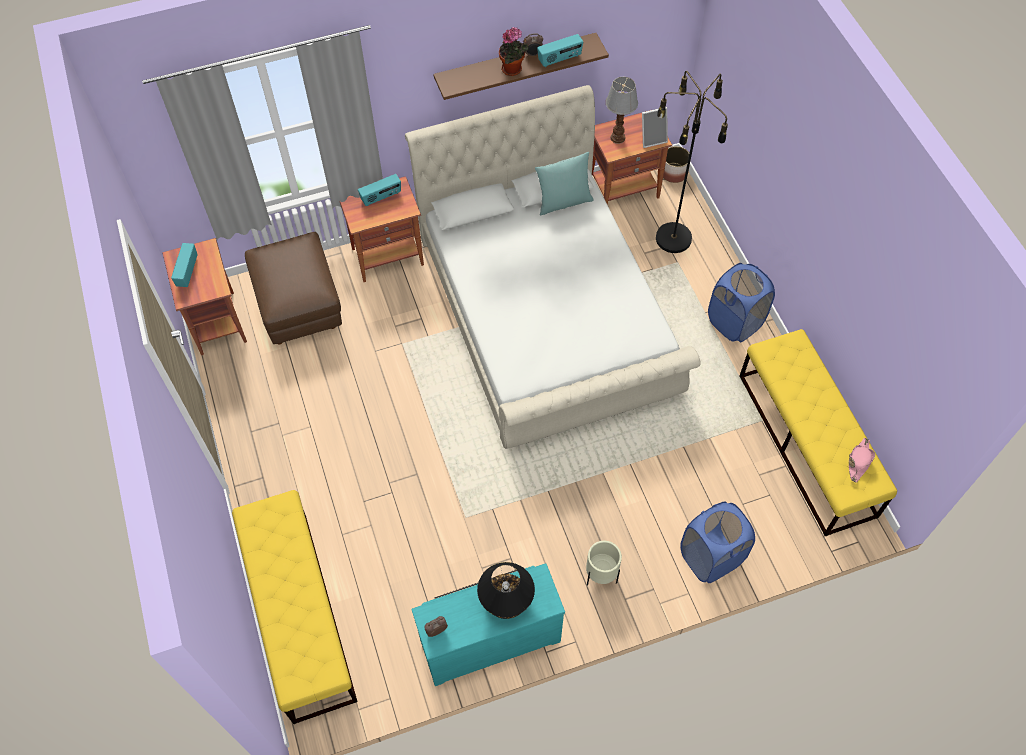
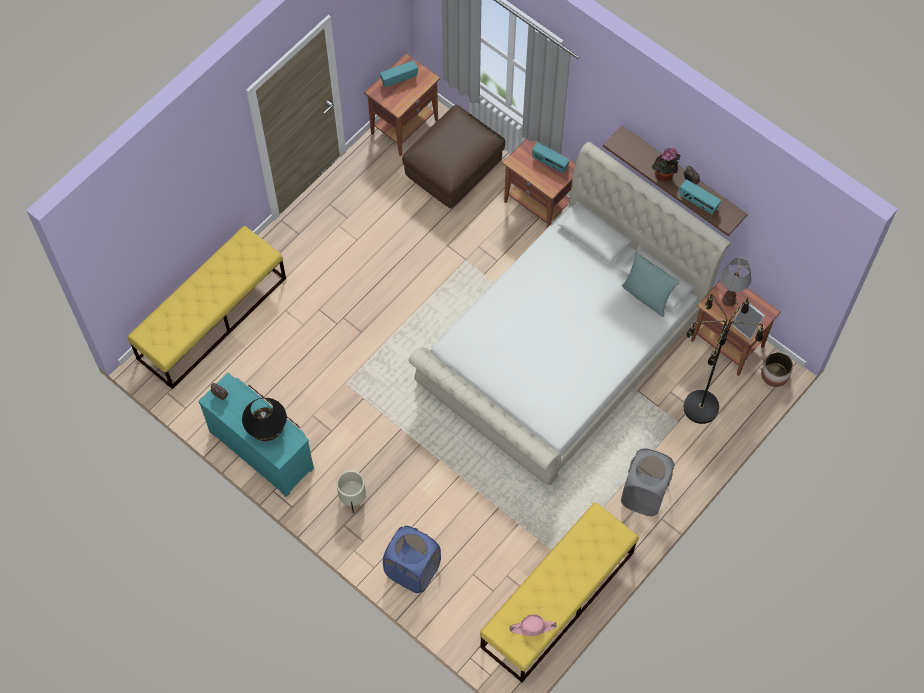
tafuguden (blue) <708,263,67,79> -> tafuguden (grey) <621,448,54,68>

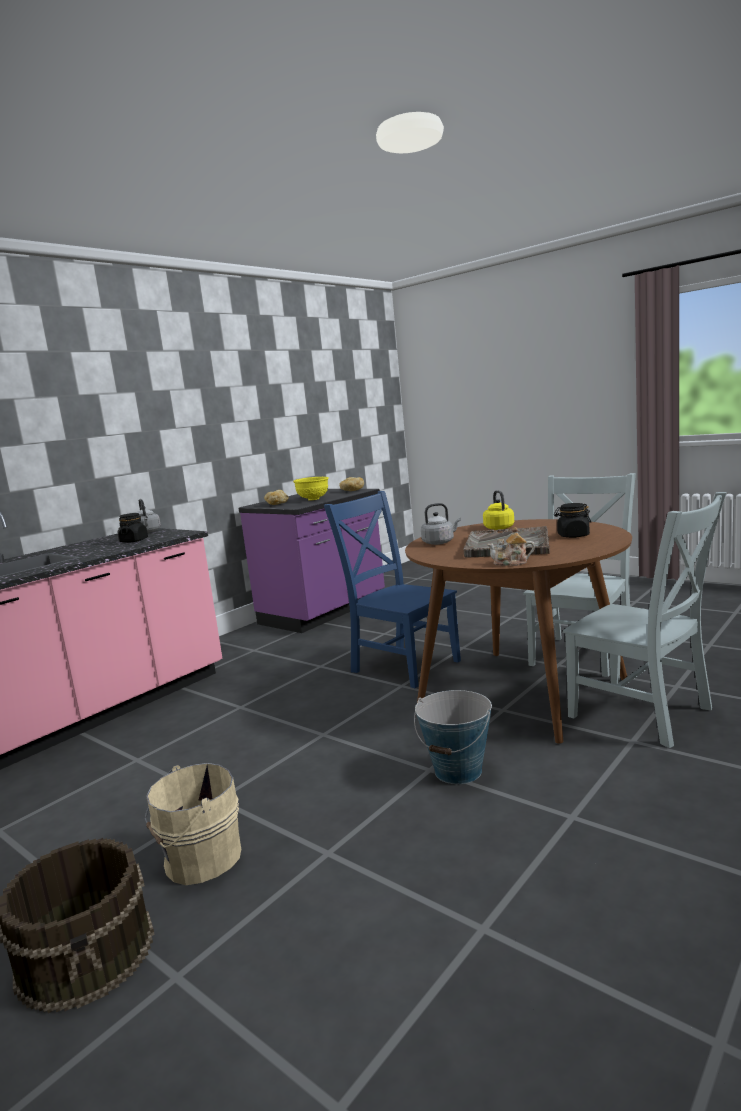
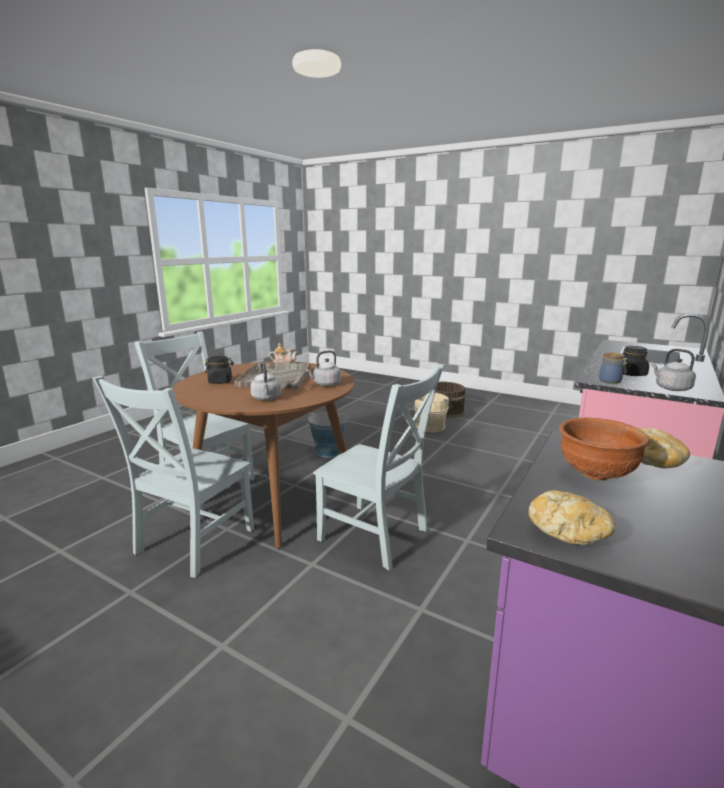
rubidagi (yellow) <293,477,36,24> -> rubidagi (brown) <559,418,90,62>
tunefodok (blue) <324,491,137,197> -> tunefodok (grey) <313,364,131,207>
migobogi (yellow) <483,490,31,40> -> migobogi (grey) <250,361,31,39>
none -> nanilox <599,352,29,32>

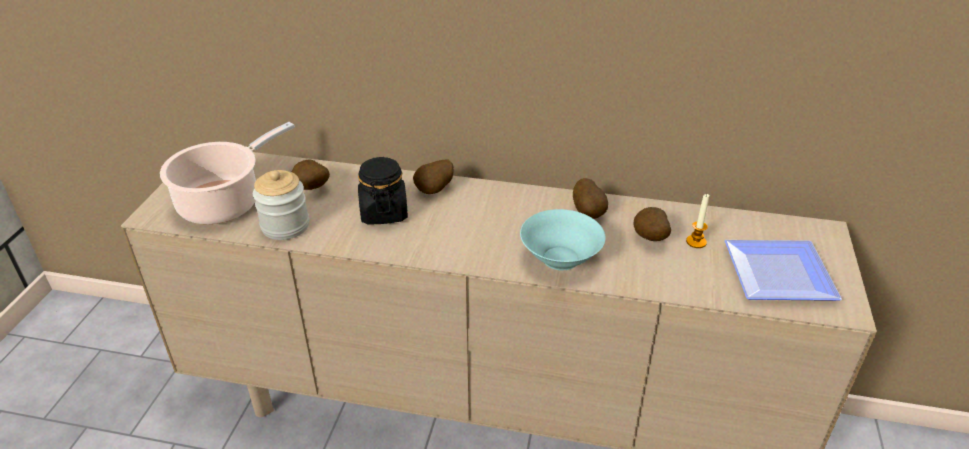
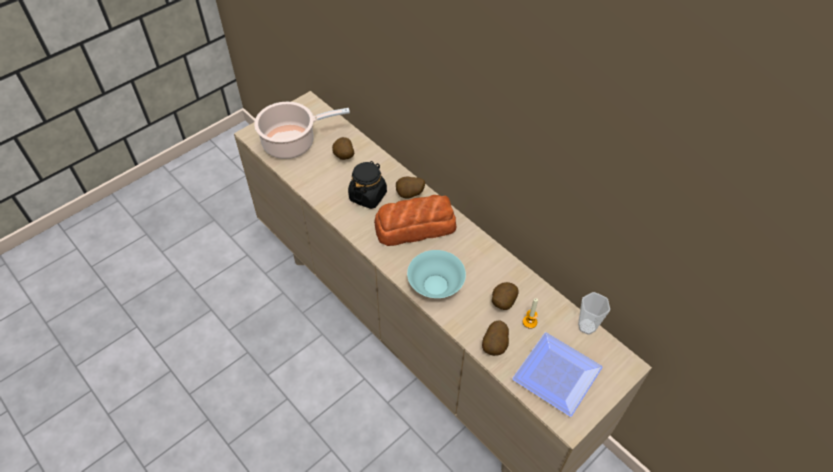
nanilox <253,170,56,70> -> none
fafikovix <573,178,35,41> -> fafikovix <482,320,27,36>, moved
none -> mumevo <374,195,82,51>
none -> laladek <578,292,32,43>

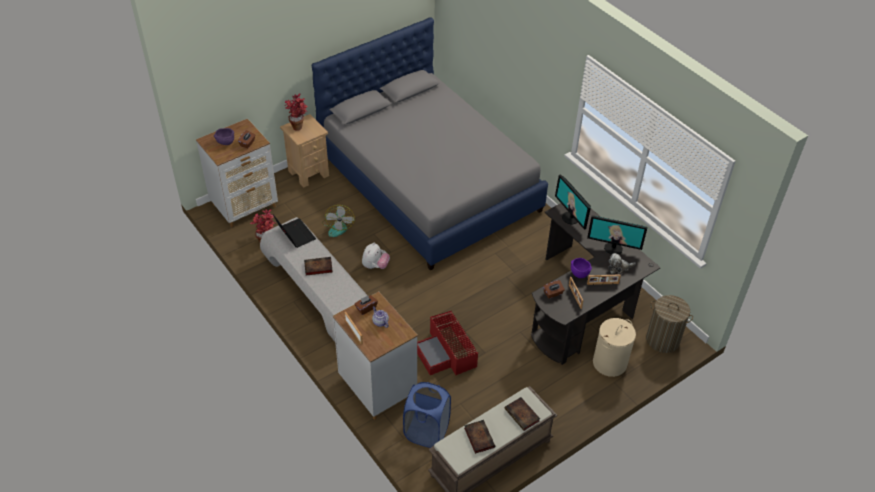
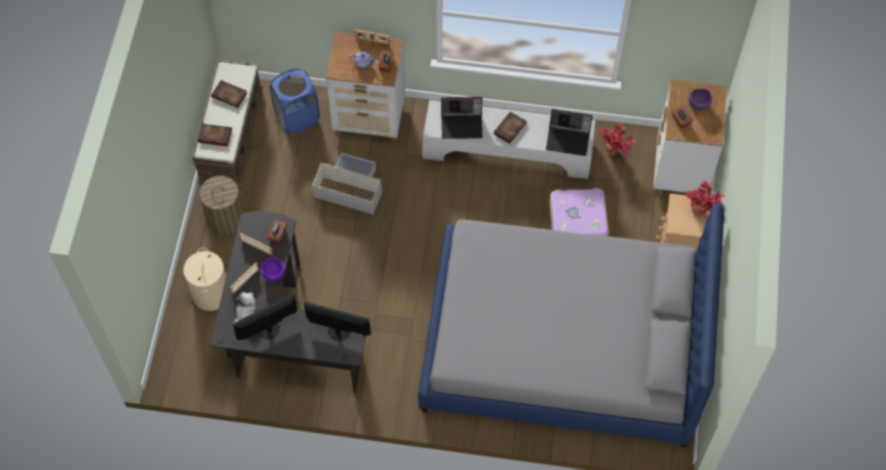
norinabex <322,205,33,32> -> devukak <549,188,60,48>
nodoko <362,243,28,26> -> none
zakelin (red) <417,311,62,64> -> zakelin (grey) <312,152,70,62>
tafuguden <646,295,47,58> -> tafuguden <195,176,49,60>, moved
none -> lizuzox <441,97,41,42>

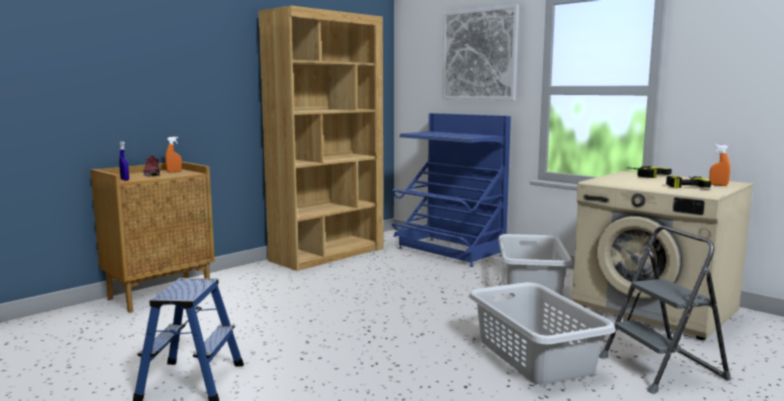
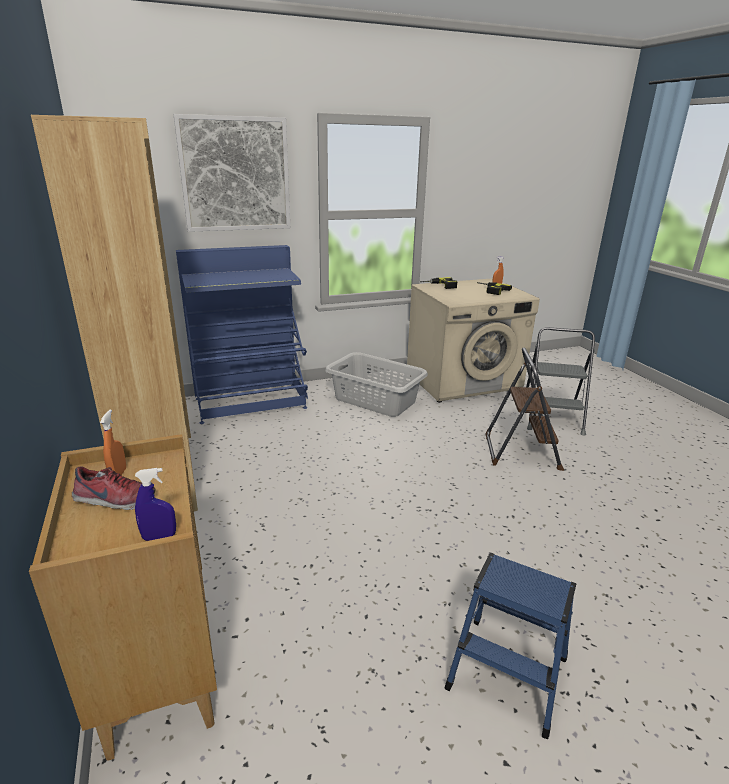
tafuguden (grey) <469,282,147,103> -> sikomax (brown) <485,347,79,124>

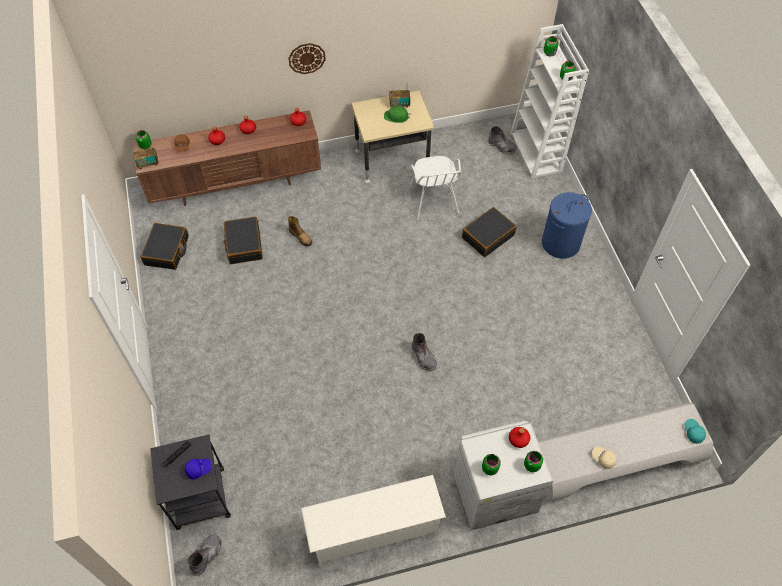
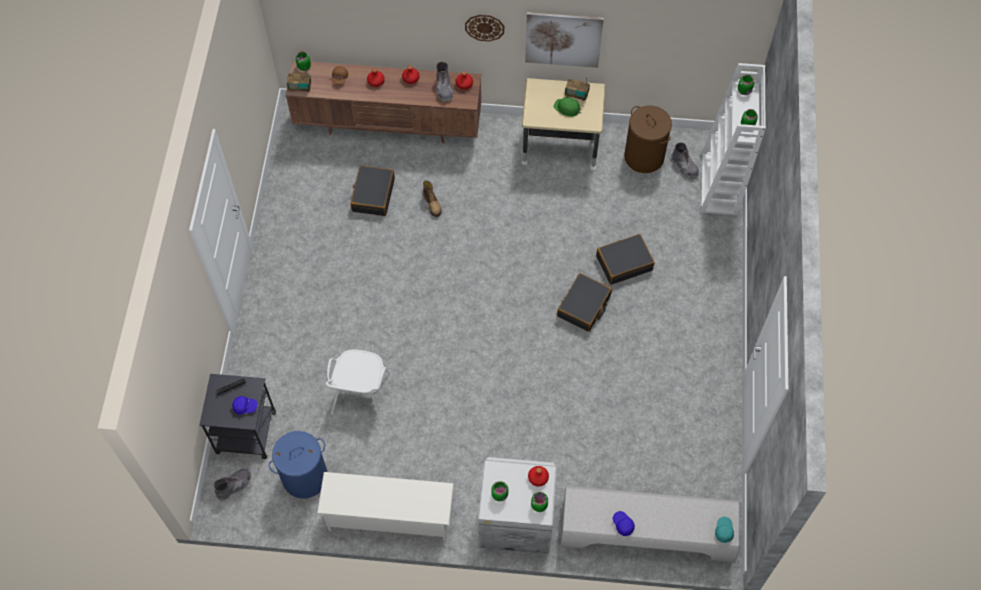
devukak (black) <141,223,48,47> -> devukak (black) <557,273,55,59>, moved
tunefodok (white) <410,156,51,64> -> tunefodok (white) <326,350,65,73>, moved
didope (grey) <412,333,25,39> -> didope (grey) <436,62,17,40>, moved
tafuguden (blue) <542,192,50,67> -> tafuguden (blue) <269,431,58,68>, moved
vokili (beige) <592,447,25,22> -> vokili (blue) <613,511,22,25>
none -> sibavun <525,12,79,56>
none -> tafuguden (brown) <624,105,48,68>

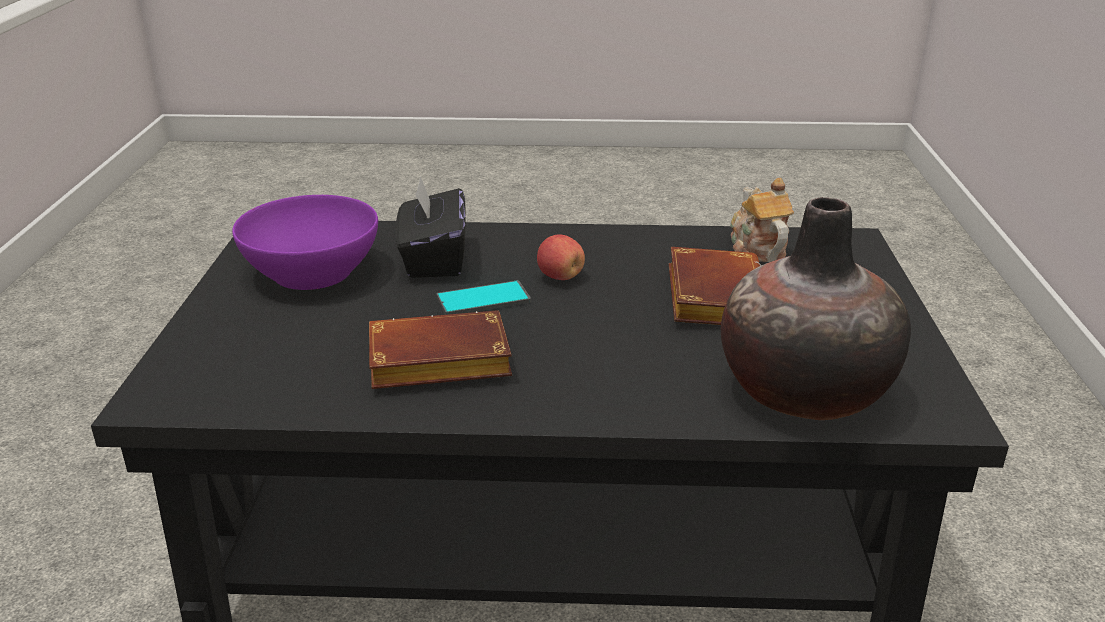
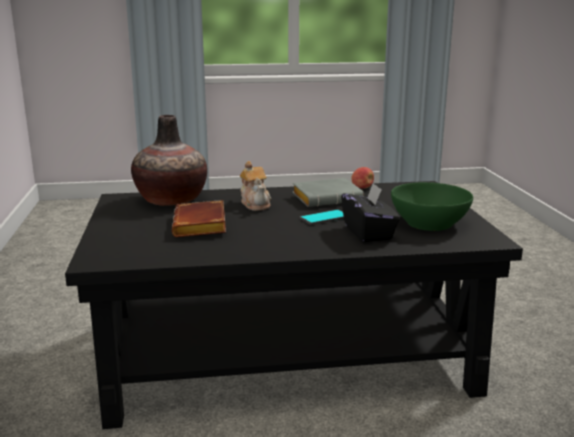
rubidagi (purple) <232,195,146,95> -> rubidagi (green) <391,182,82,49>
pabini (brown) <369,310,143,79> -> pabini (grey) <292,178,72,29>
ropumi <537,234,48,46> -> ropumi <351,167,23,22>, moved
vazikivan <730,178,64,84> -> vazikivan <240,161,31,50>, moved

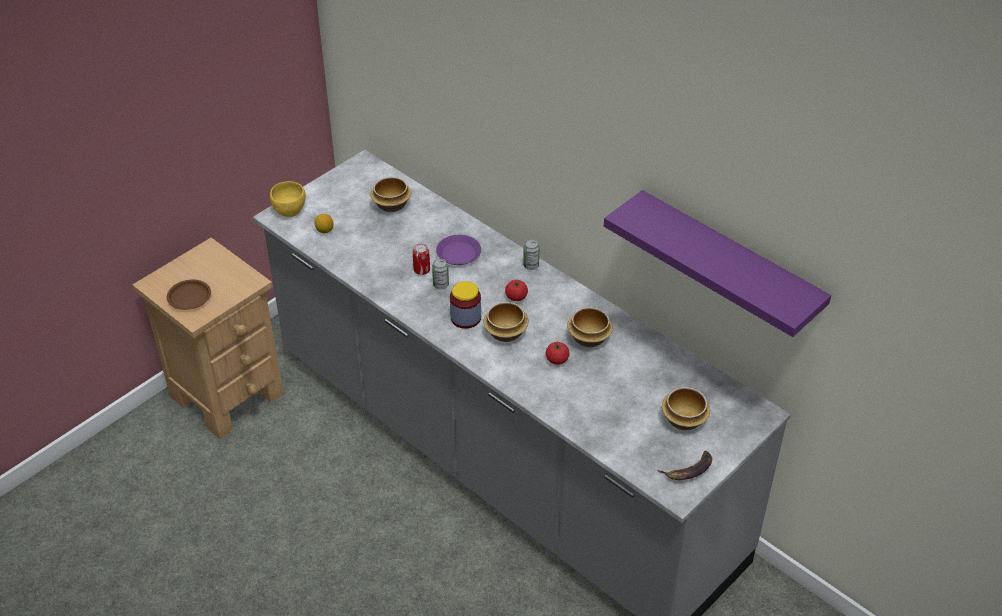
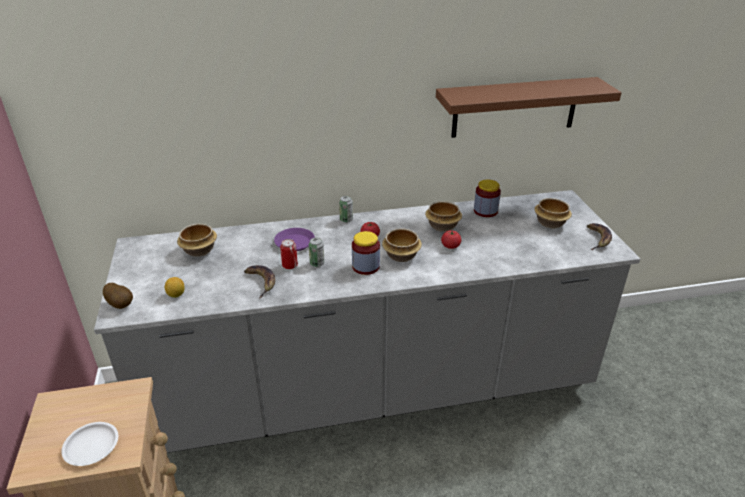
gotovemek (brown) <167,280,44,30> -> gotovemek (white) <61,422,57,44>
rubidagi (yellow) <270,181,36,36> -> fafikovix <103,283,30,26>
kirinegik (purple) <604,190,227,147> -> kirinegik (brown) <436,77,186,61>
none -> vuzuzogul <244,265,31,33>
none -> nanilox <474,179,27,38>

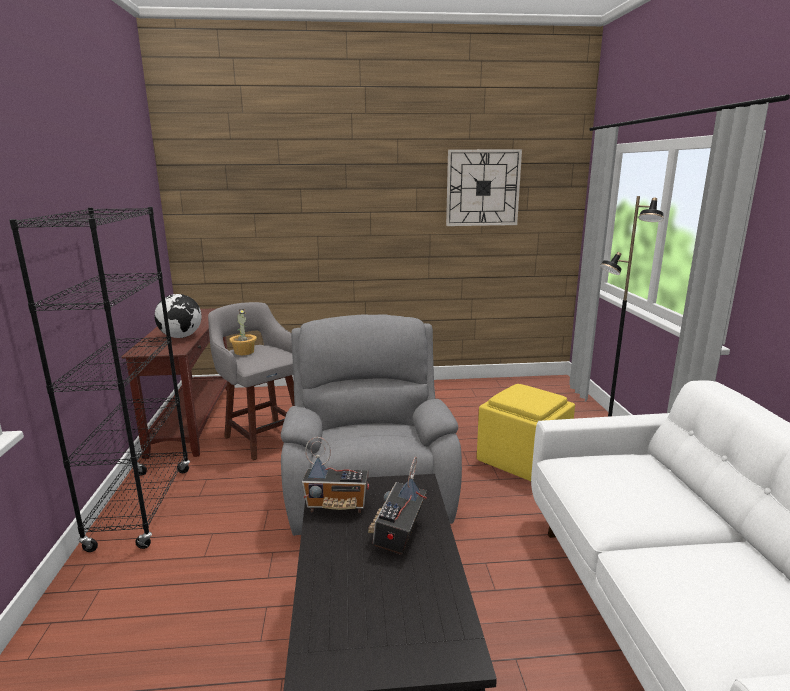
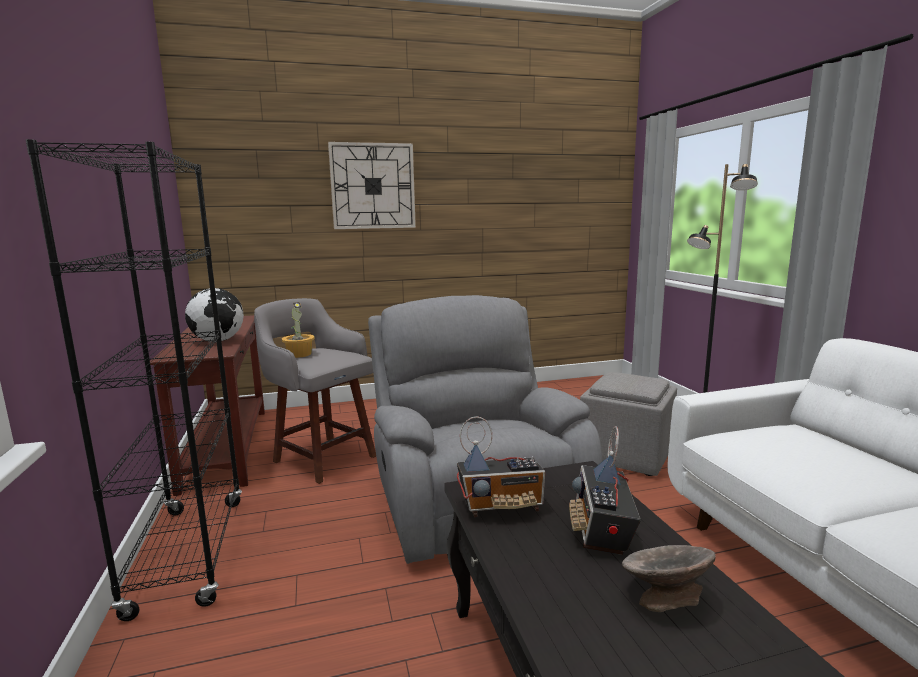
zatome <446,149,76,77> -> zatome <328,142,88,87>, moved
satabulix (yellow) <477,384,98,97> -> satabulix (grey) <580,372,97,104>
none -> rubidagi (grey) <622,545,94,67>

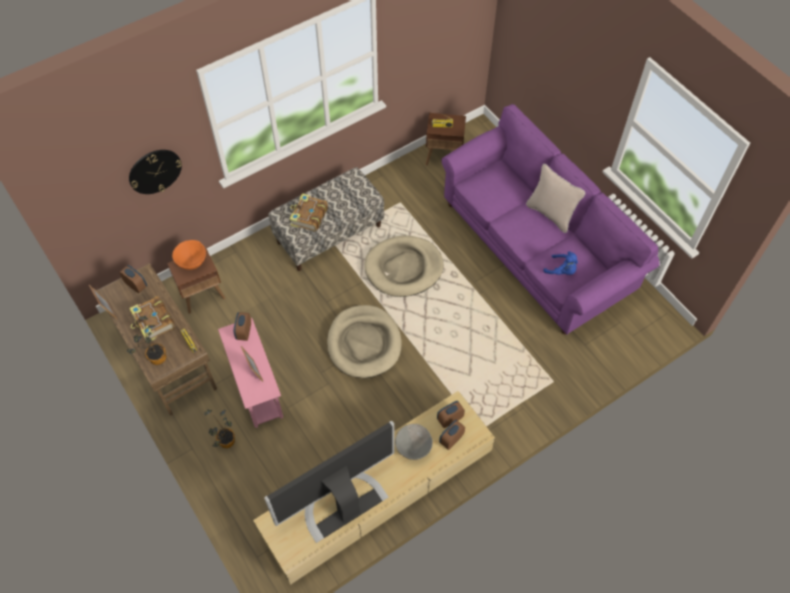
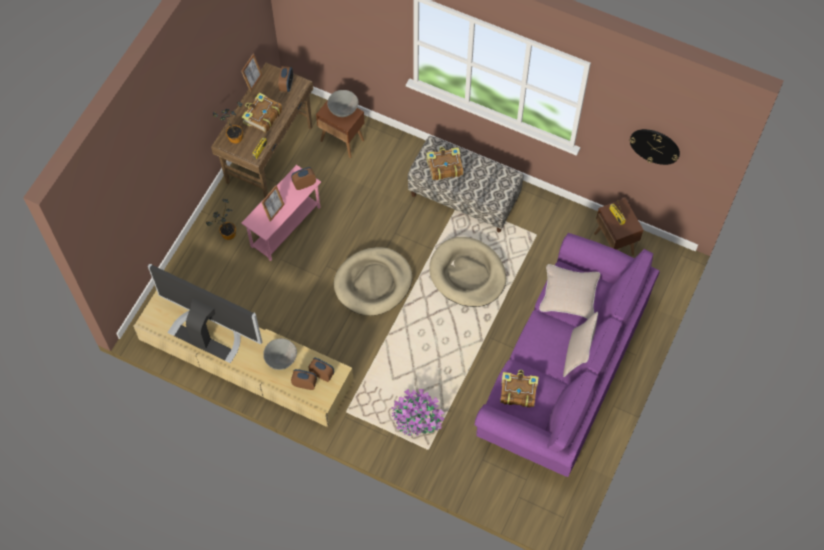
zatome <129,150,53,44> -> zatome <630,129,50,36>, moved
rubidagi (orange) <172,240,34,30> -> rubidagi (grey) <327,90,32,27>
nodoko (blue) <544,251,34,24> -> pabini <500,370,39,37>
none -> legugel <391,389,54,47>
none -> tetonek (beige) <539,264,61,55>

